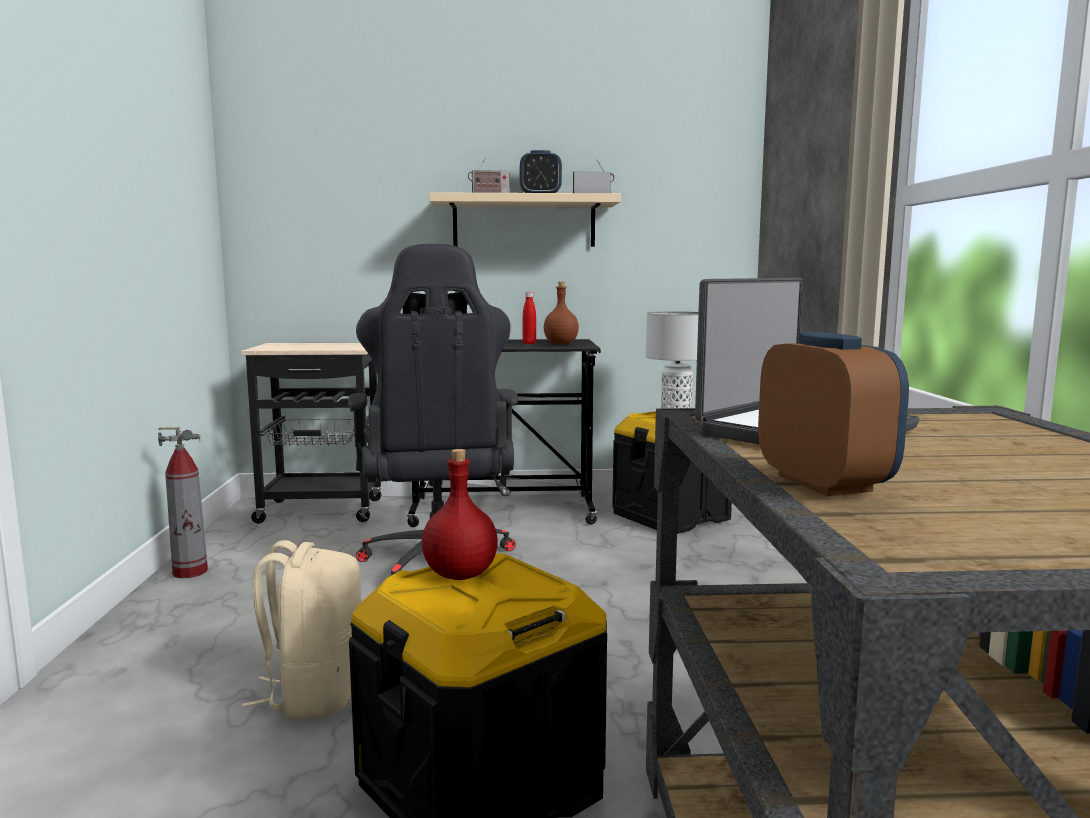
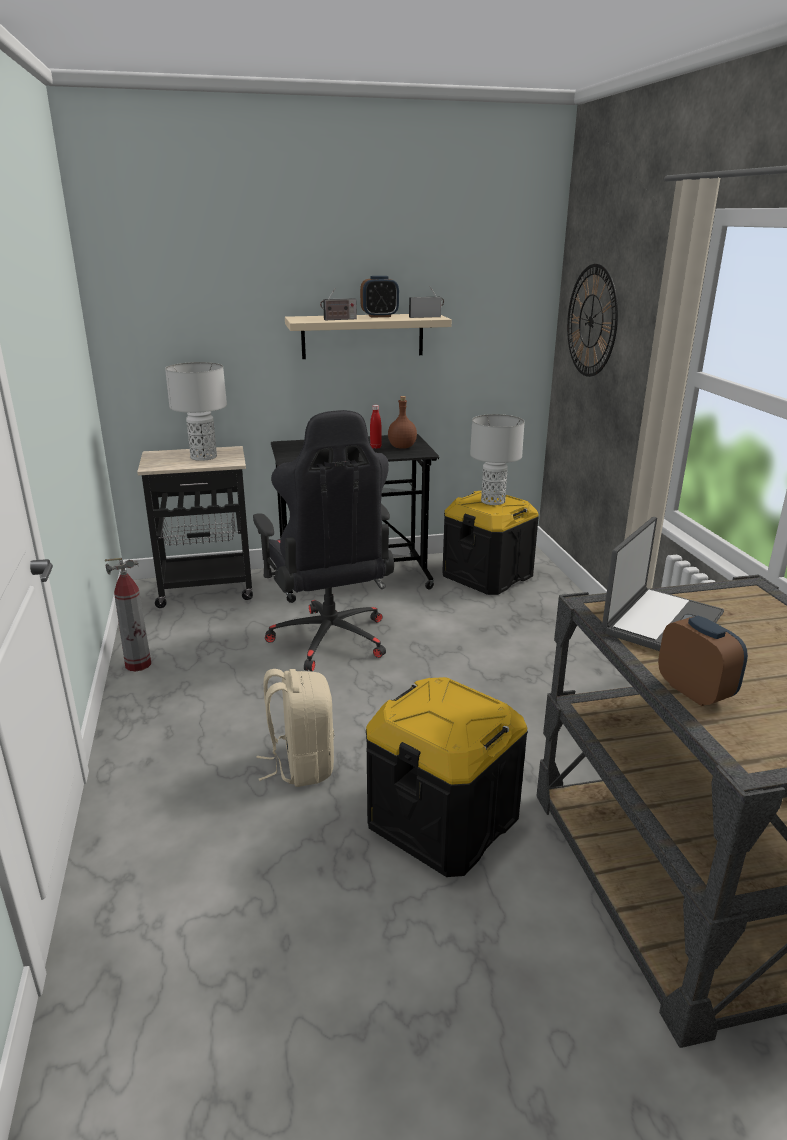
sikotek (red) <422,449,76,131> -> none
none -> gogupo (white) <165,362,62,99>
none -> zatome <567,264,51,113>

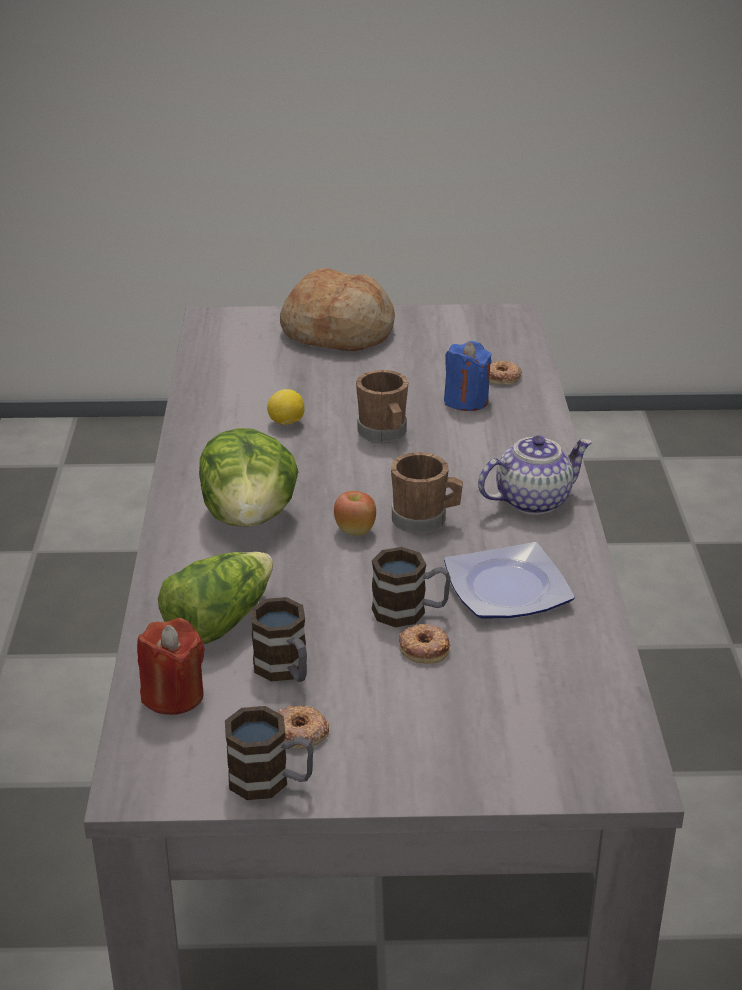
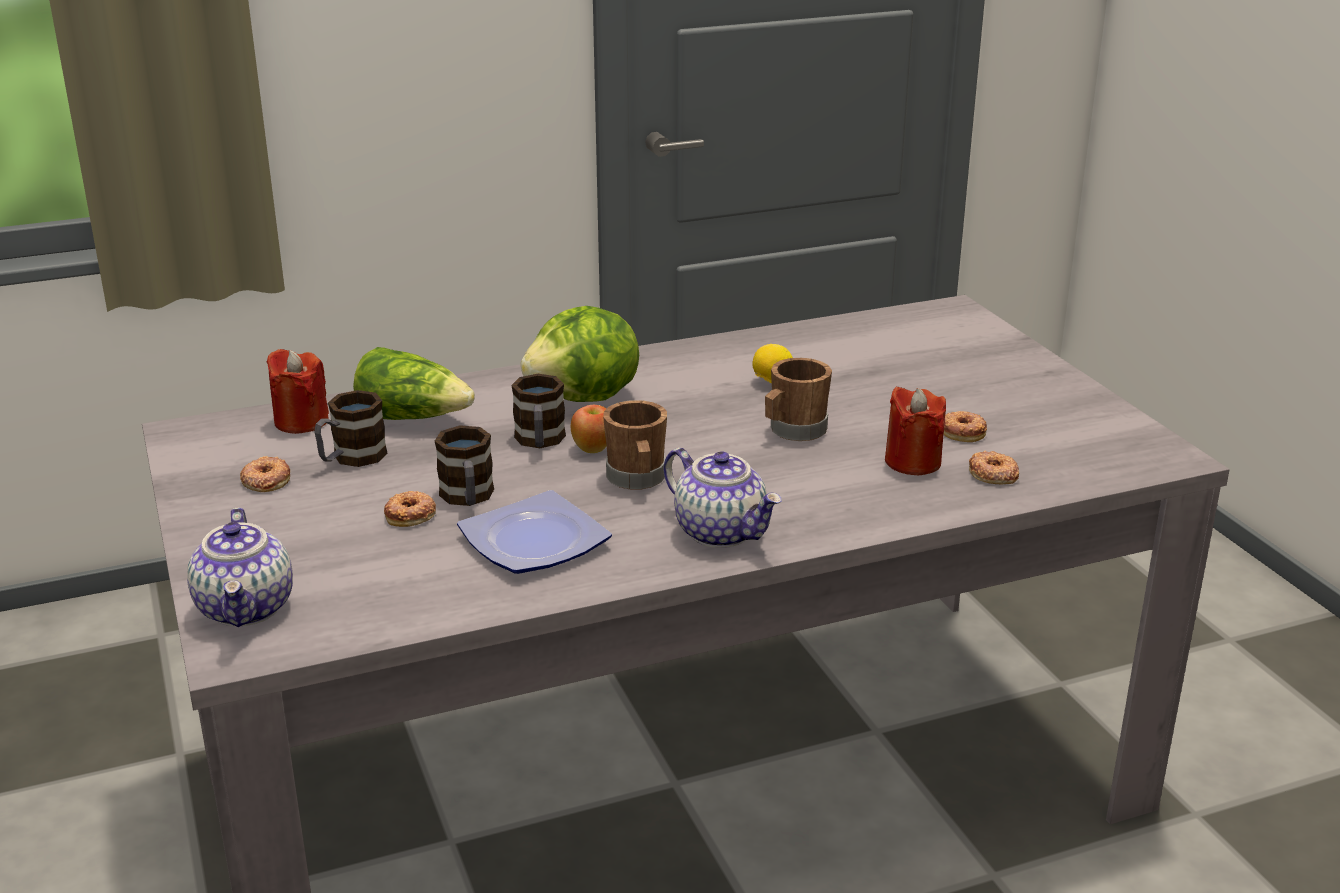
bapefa <225,706,89,94> -> bapefa <511,374,55,74>, moved
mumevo <280,268,115,83> -> none
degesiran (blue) <444,341,48,70> -> degesiran (red) <885,387,61,88>
none -> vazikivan <187,508,106,119>
none -> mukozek <944,411,43,31>

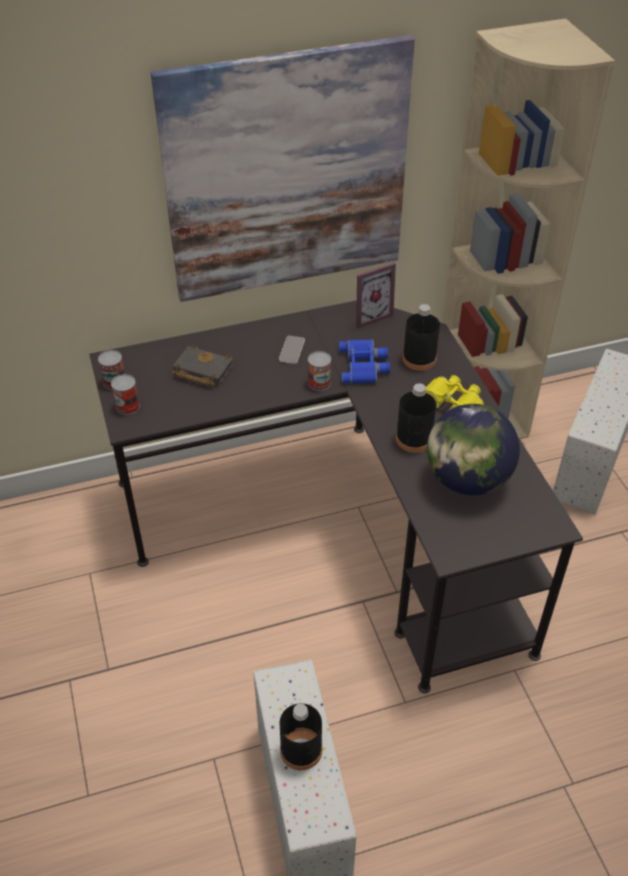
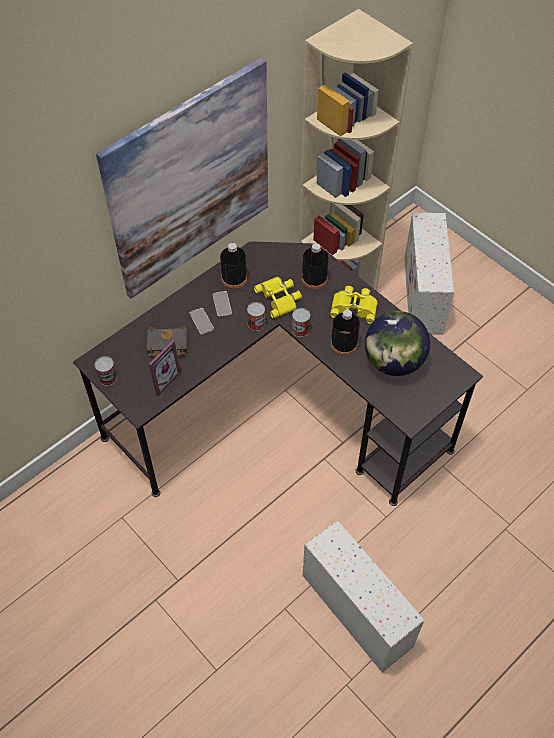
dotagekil <111,374,29,41> -> dotagekil <292,308,18,29>, moved
sikotek (black) <280,703,42,67> -> sikotek (black) <220,243,27,46>, moved
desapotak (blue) <339,339,51,45> -> desapotak (yellow) <254,277,48,42>
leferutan <356,262,40,67> -> leferutan <149,340,32,56>, moved
none -> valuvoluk <190,308,24,27>

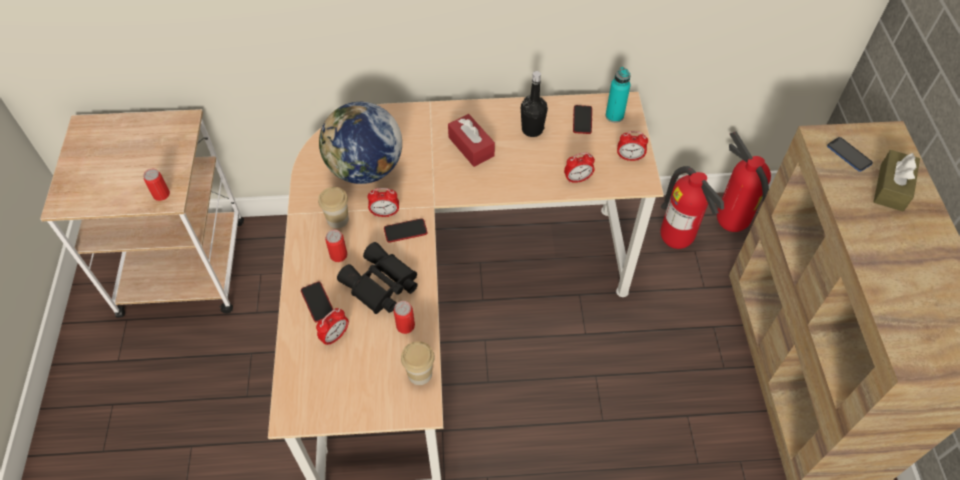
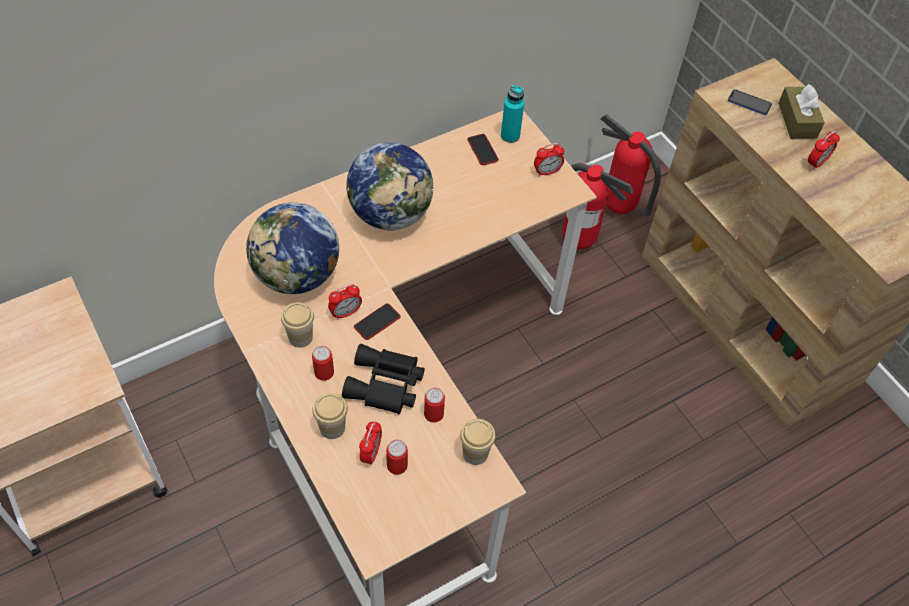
dotagekil <143,169,27,32> -> dotagekil <386,440,22,35>, moved
valuvoluk <301,282,32,40> -> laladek <312,393,36,46>
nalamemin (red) <448,114,47,53> -> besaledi <347,142,87,88>
sikotek (black) <521,71,27,66> -> none
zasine <564,153,31,30> -> zasine <808,130,32,40>, moved

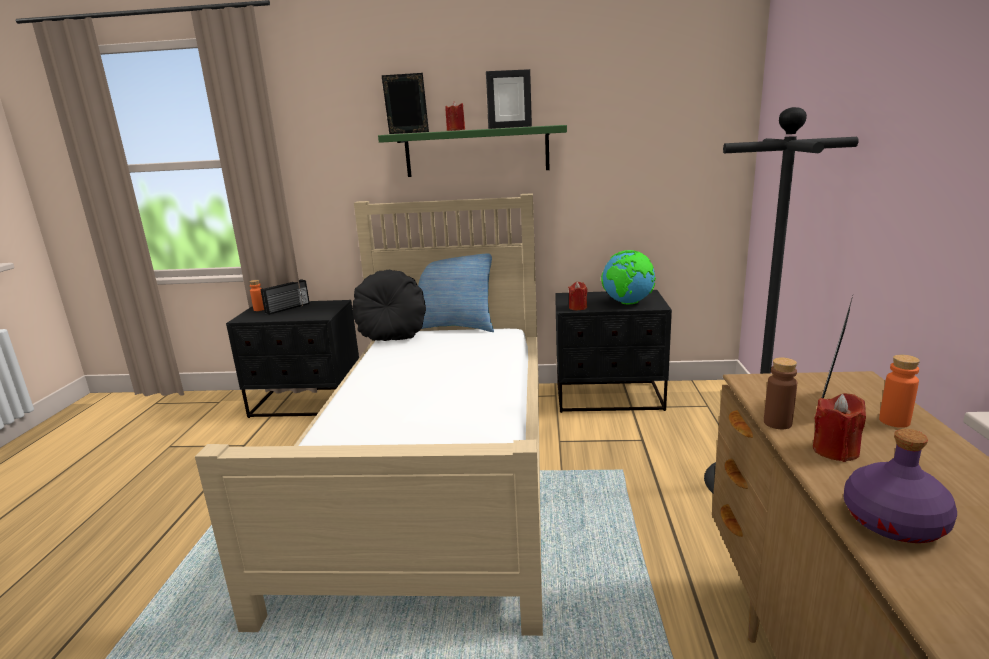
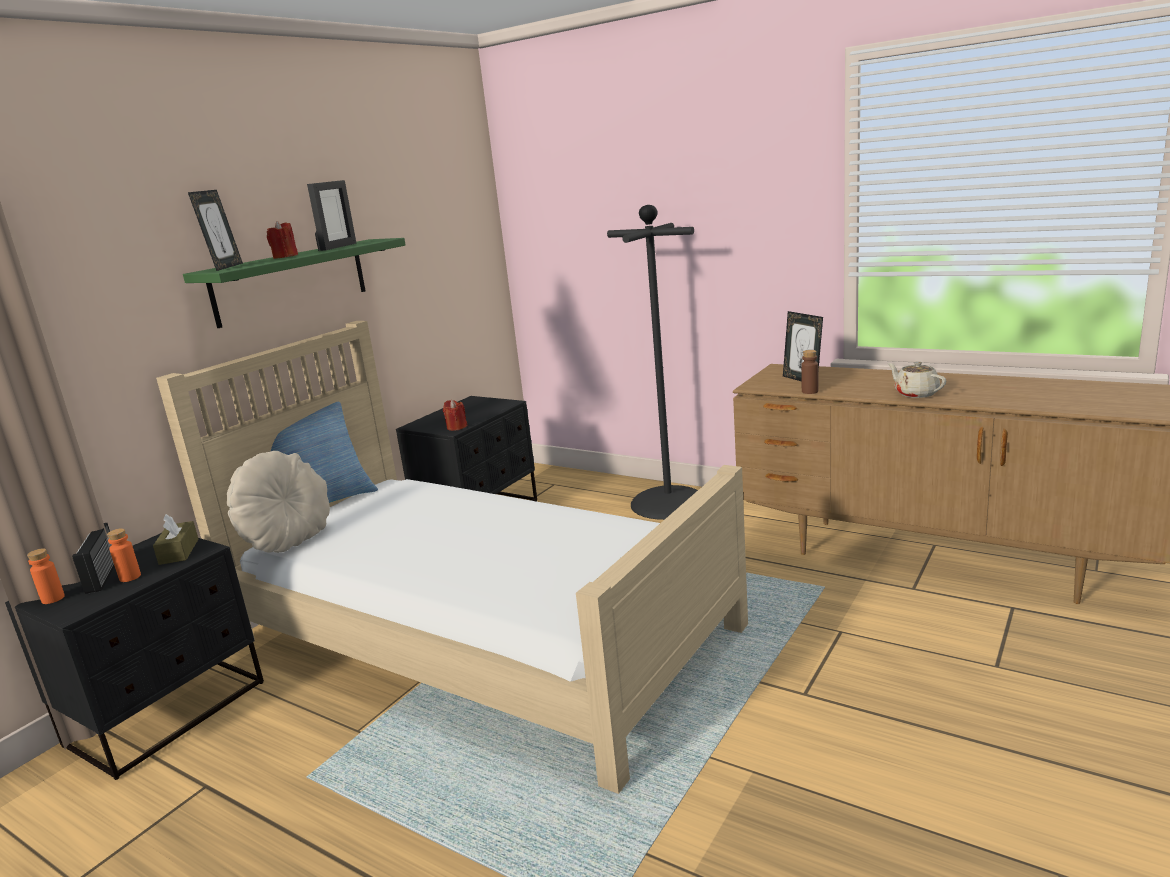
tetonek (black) <352,270,74,71> -> tetonek (beige) <227,451,103,102>
leferutan <381,73,48,61> -> leferutan <188,190,55,81>, 150 degrees clockwise
besaledi <601,250,55,54> -> none
degesiran (red) <813,393,53,69> -> none
sikotek (purple) <844,429,113,114> -> vazikivan (beige) <888,361,58,37>
sikotek (orange) <879,355,41,73> -> sikotek (orange) <107,528,34,54>, moved
none -> nalamemin (brown) <153,514,45,51>

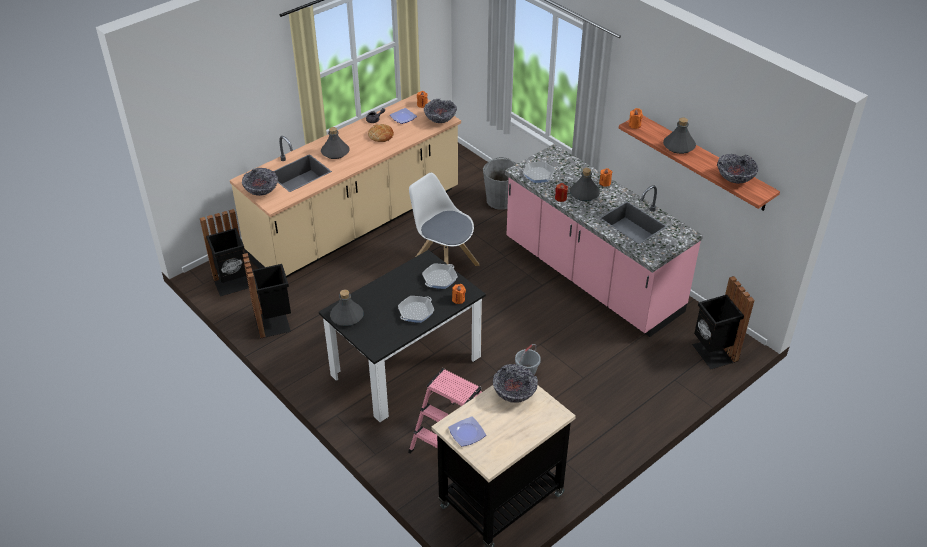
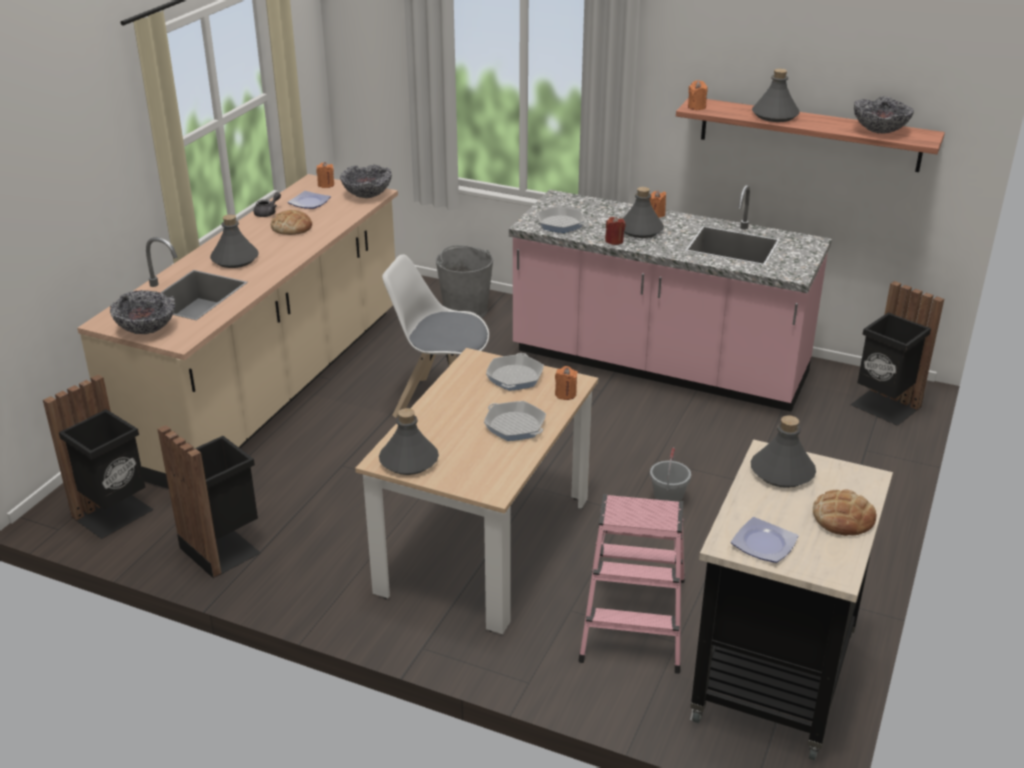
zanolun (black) <319,250,167,172> -> zanolun (beige) <355,348,243,286>
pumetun <398,296,36,27> -> pumetun <484,401,62,40>, 120 degrees clockwise
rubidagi <493,364,45,38> -> sikotek (grey) <751,415,65,73>
none -> mumevo <813,489,64,47>

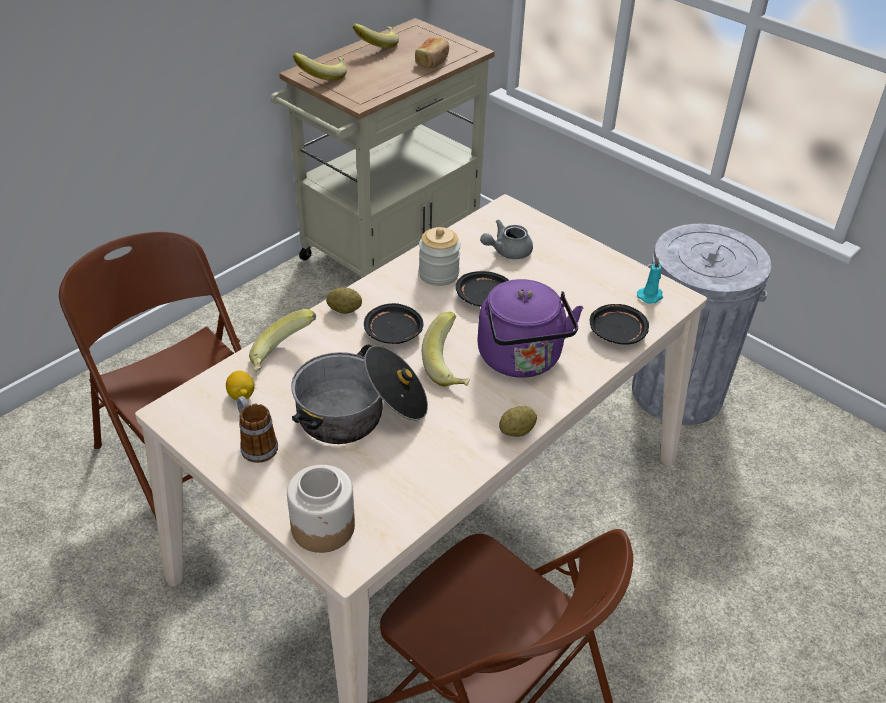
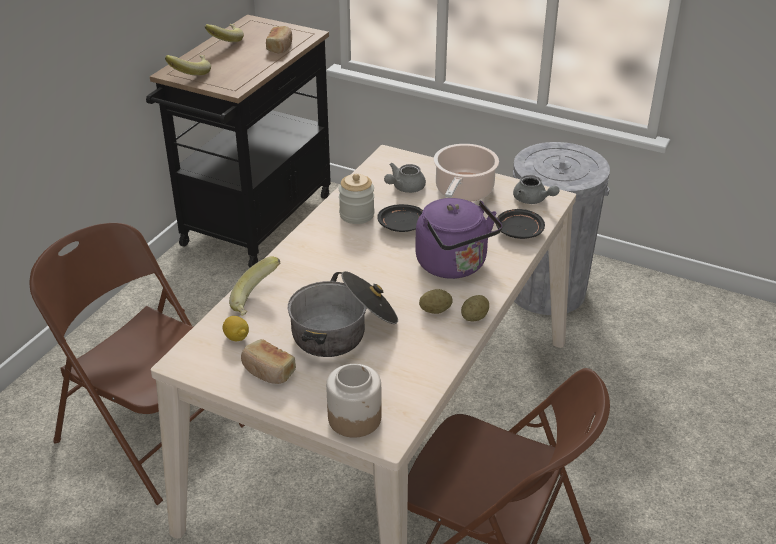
bapefa <237,396,41,67> -> mumevo <241,339,55,45>
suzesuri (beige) <270,18,225,260> -> suzesuri (black) <146,15,185,253>
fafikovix <326,287,36,27> -> fafikovix <419,289,34,25>, moved
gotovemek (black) <364,303,59,41> -> none
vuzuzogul <422,312,47,74> -> none
degesiran (turquoise) <637,258,26,46> -> vazikivan (grey) <513,175,47,29>
none -> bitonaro <434,144,65,58>

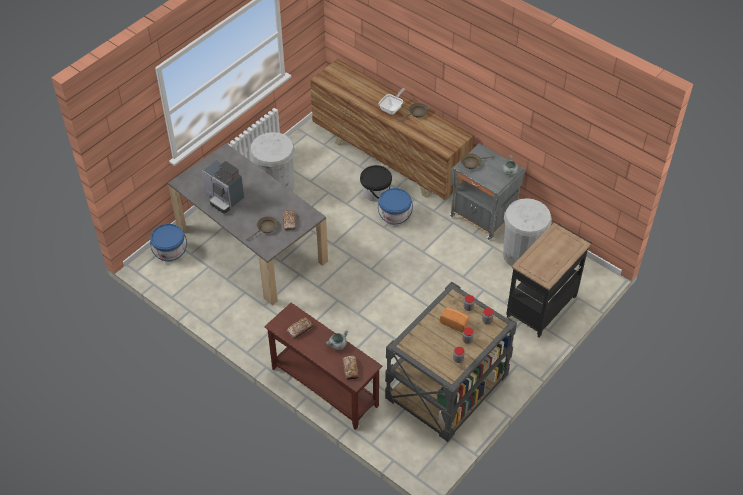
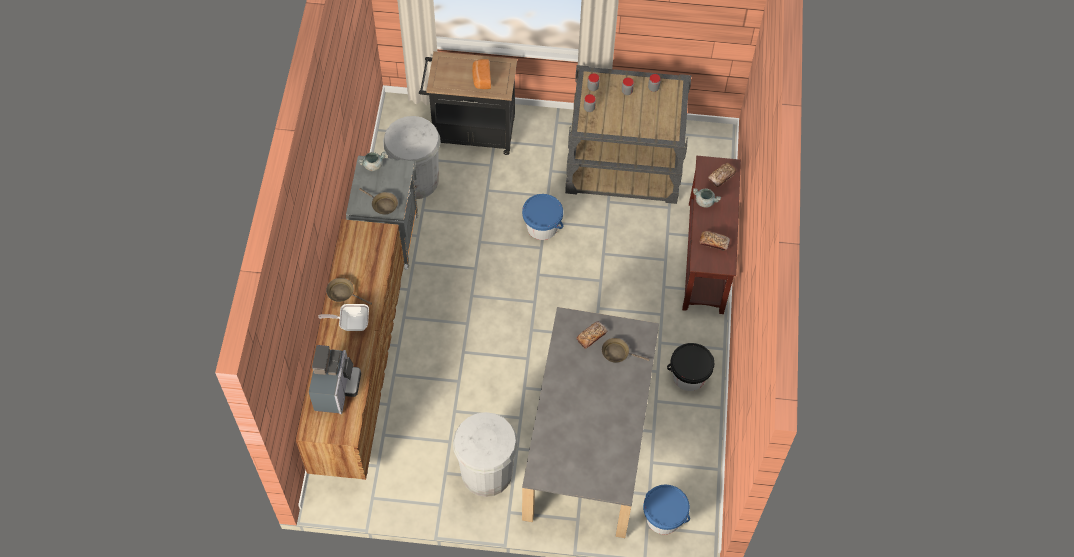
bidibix <201,160,43,54> -> bidibix <309,345,52,69>, moved
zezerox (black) <360,165,32,37> -> zezerox (black) <667,343,47,48>, moved
zezerox (blue) <378,188,35,37> -> zezerox (blue) <522,194,41,46>, moved
mumevo <440,307,29,25> -> mumevo <472,59,19,30>, moved

